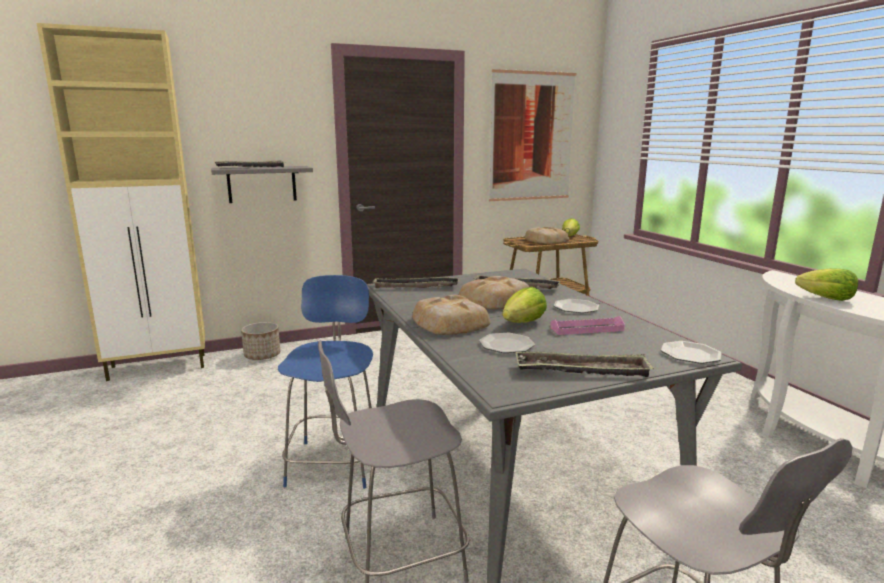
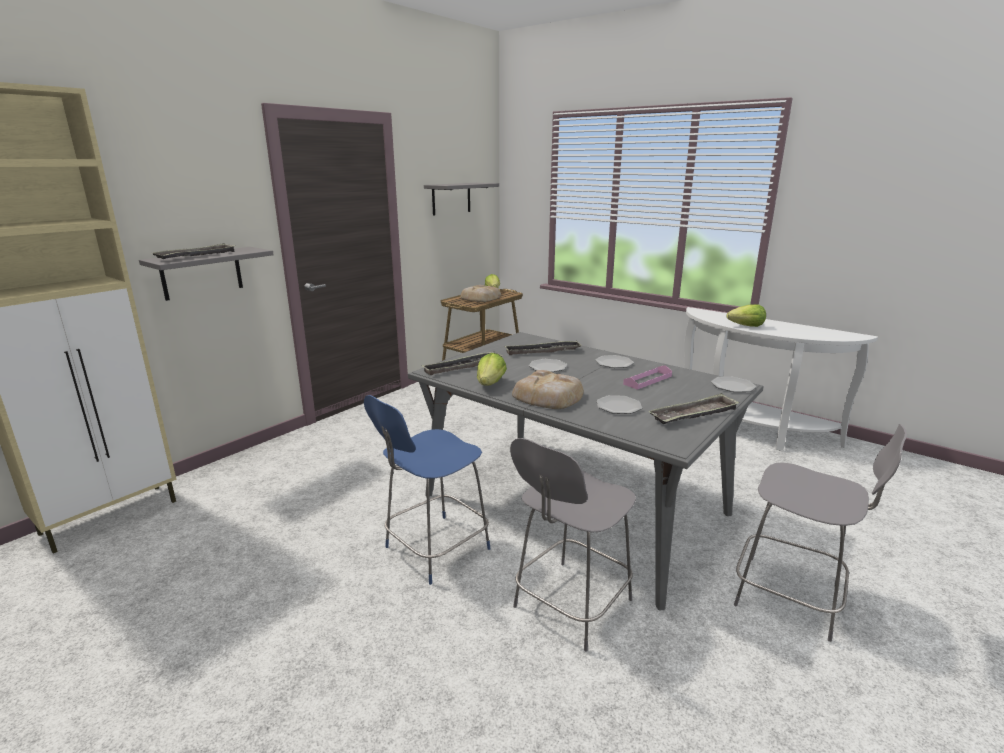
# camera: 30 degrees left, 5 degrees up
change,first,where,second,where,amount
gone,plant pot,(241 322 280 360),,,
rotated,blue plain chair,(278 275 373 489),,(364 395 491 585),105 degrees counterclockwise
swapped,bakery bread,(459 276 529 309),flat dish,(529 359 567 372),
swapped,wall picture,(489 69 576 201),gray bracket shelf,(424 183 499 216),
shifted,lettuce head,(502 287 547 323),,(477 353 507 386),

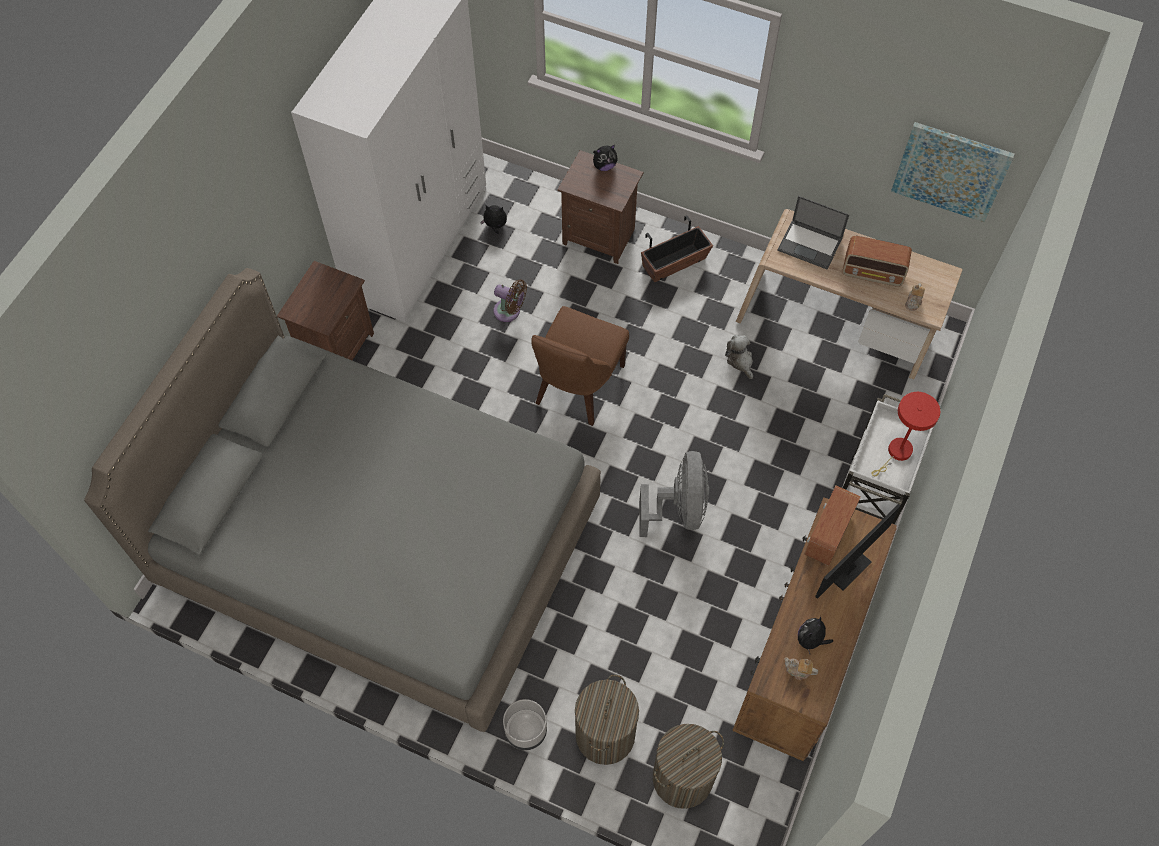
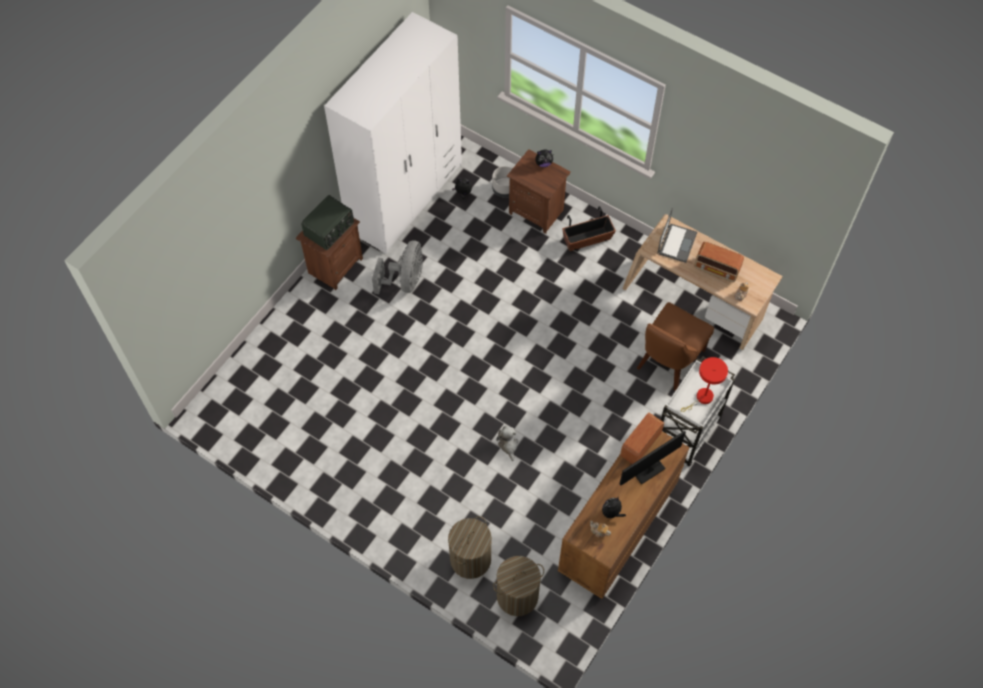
# camera: 10 degrees right, 0 degrees up
change,first,where,second,where,amount
gone,gray bedroom bed,(84 268 601 732),,,
gone,brown-coloured fan,(493 279 527 322),,,
shifted,gray plant pot,(503 699 547 750),,(492 166 513 198),
shifted,brown-coloured plain chair,(531 306 629 426),,(637 302 714 391),
shifted,gray fan,(639 451 709 537),,(372 241 423 294),
shifted,soft toy,(725 335 753 379),,(496 426 518 461),
rotated,portable computer,(777 196 849 270),,(657 208 697 263),105 degrees counterclockwise
gone,wall picture,(891 122 1015 222),,,
new,,,radio receiver,(301 195 354 250),

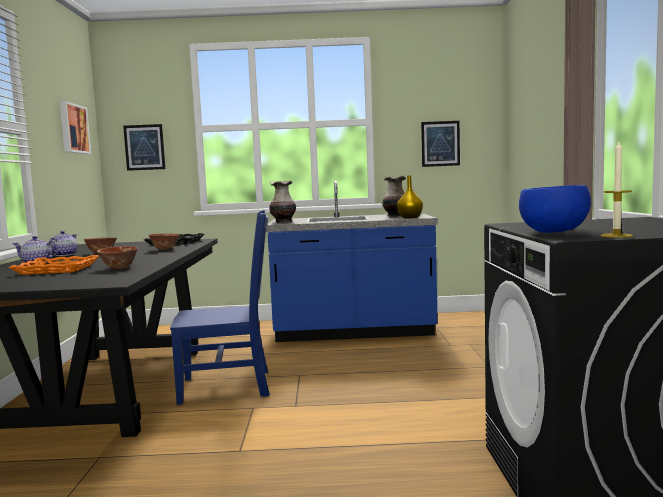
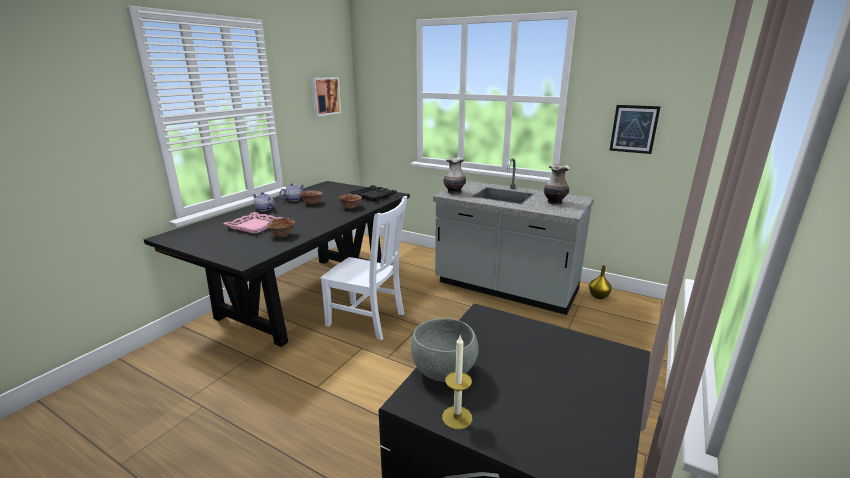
# camera: 30 degrees right, 15 degrees up
change,first,where,second,where,amount
repainted,orange-coloured serving tray,(9 255 99 275),pink serving tray,(223 212 282 234),
gone,wall picture,(123 124 165 171),,,
repainted,blue plain chair,(170 210 270 405),white-coloured plain chair,(320 196 407 340),
repainted,blue kitchen counter,(266 181 438 342),gray kitchen counter,(433 158 594 315),
shifted,yellowish vase,(397 175 423 218),,(589 265 612 299),
repainted,blue deep dish,(519 185 591 233),gray deep dish,(411 318 479 382),

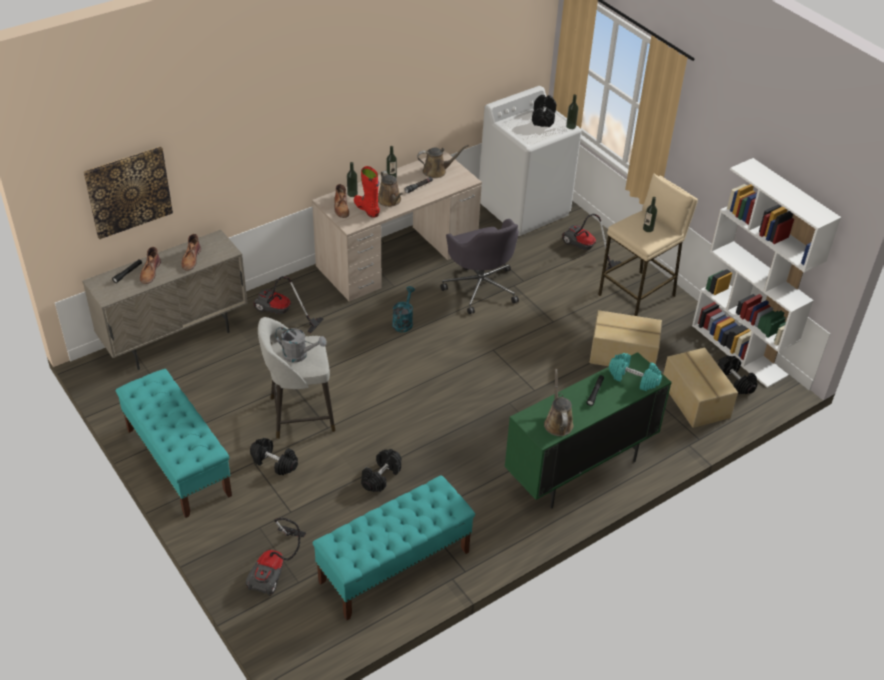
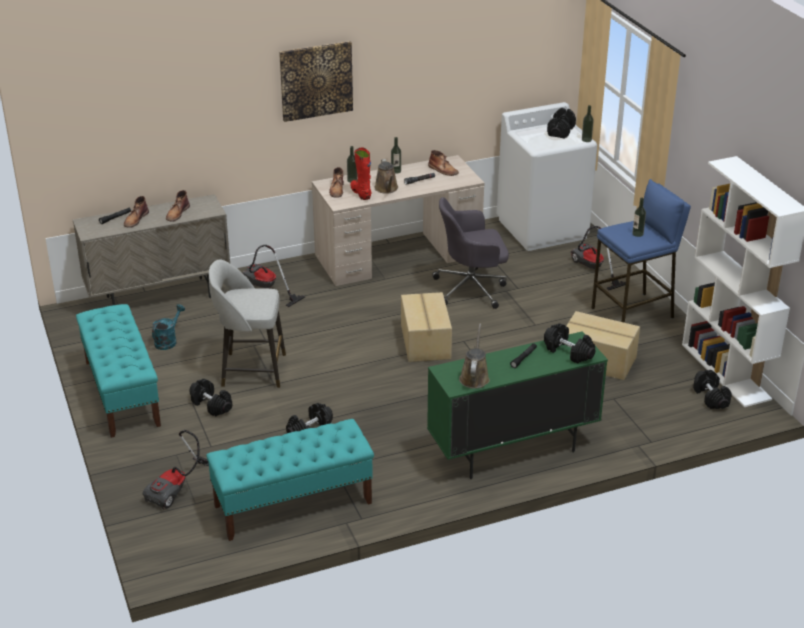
# camera: 15 degrees right, 10 degrees down
change,first,where,second,where,amount
shifted,wall picture,(83 146 173 239),,(279 41 353 122),
gone,gray watering can,(275 327 327 363),,,
shifted,blue-green watering can,(392 286 415 332),,(152 304 185 350),
swapped,brown-coloured watering can,(417 145 469 178),brown-coloured high-top boot,(428 150 459 176),
rotated,gray computer chair,(441 219 519 314),,(432 197 509 309),90 degrees clockwise
repainted,beige sitting stool,(598 174 698 316),blue sitting stool,(592 179 691 323),
repainted,blue-green hand weight,(609 353 662 391),blackish hand weight,(544 323 595 363),
shifted,carton,(663 348 738 428),,(401 292 452 362),

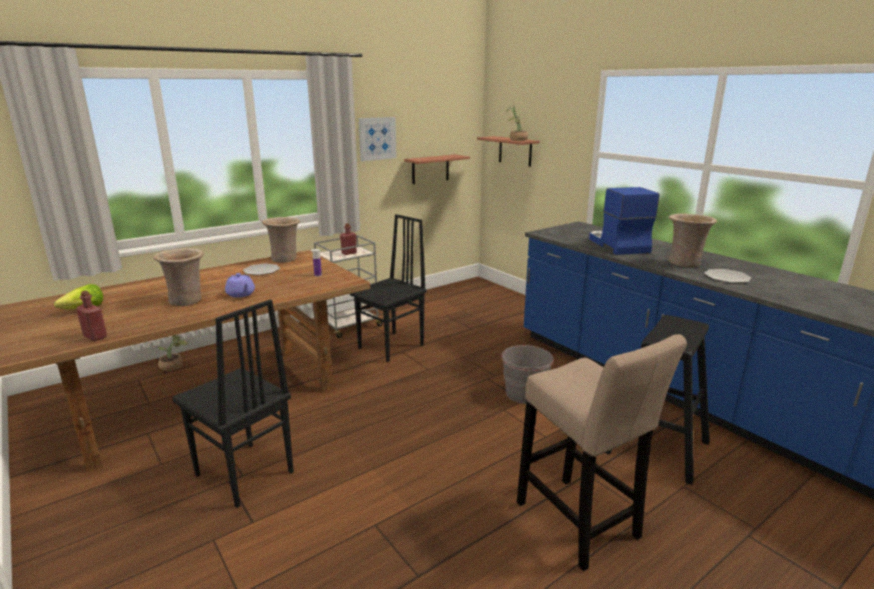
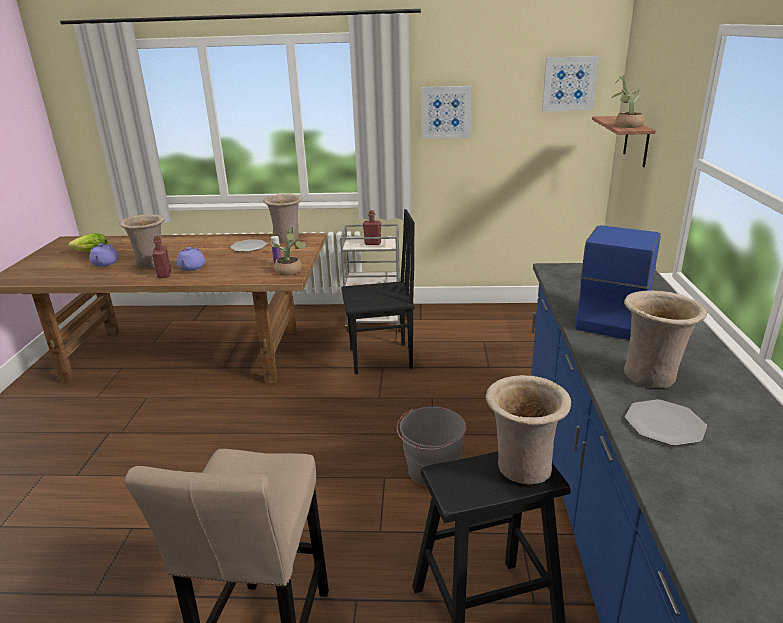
# camera: 40 degrees right, 5 degrees up
change,first,where,second,where,amount
shifted,reddish bottle,(76 291 107 341),,(152 236 171 278),
shifted,plant in a pot,(158 335 189 371),,(272 226 307 276),
gone,blackish plain chair,(172 299 294 508),,,
gone,bracket shelf,(404 154 470 184),,,
new,,,purple teapot,(89 243 119 267),
new,,,beige vase,(486 375 571 484),
new,,,wall picture,(542 56 599 111),

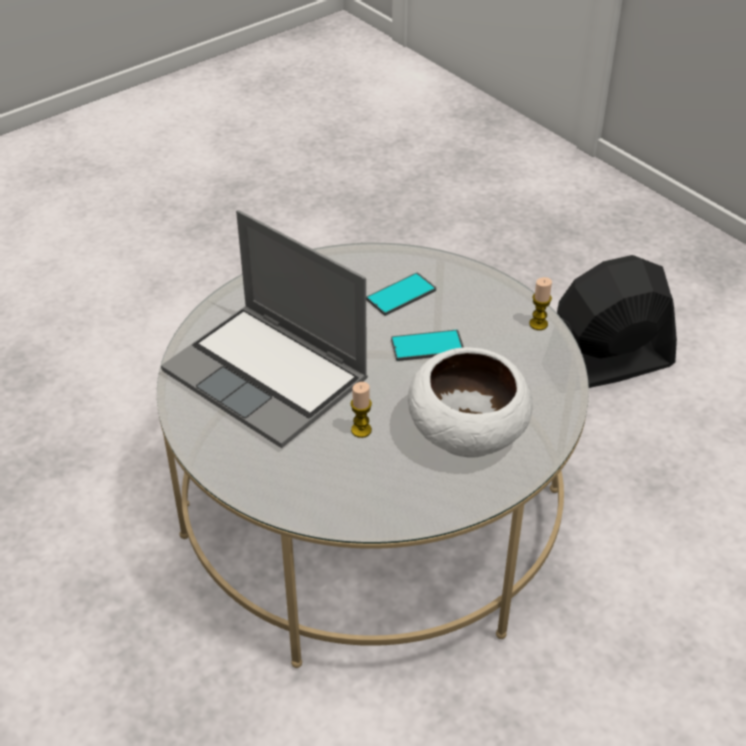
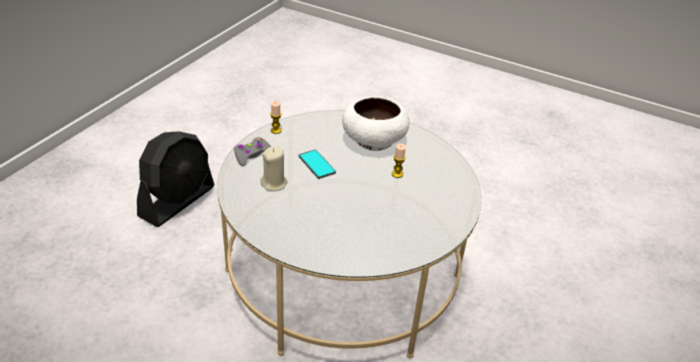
# camera: 115 degrees left, 5 degrees down
change,first,where,second,where,amount
gone,portable computer,(161 210 368 448),,,
swapped,telephone,(366 273 436 316),beige wax light,(261 146 288 191),
rotated,blackish fan,(557 255 677 388),,(137 131 215 227),105 degrees counterclockwise
new,,,gray joypad,(234 137 271 166),

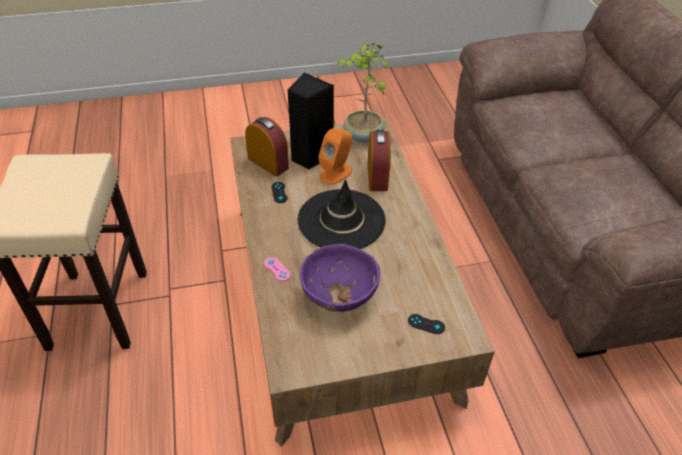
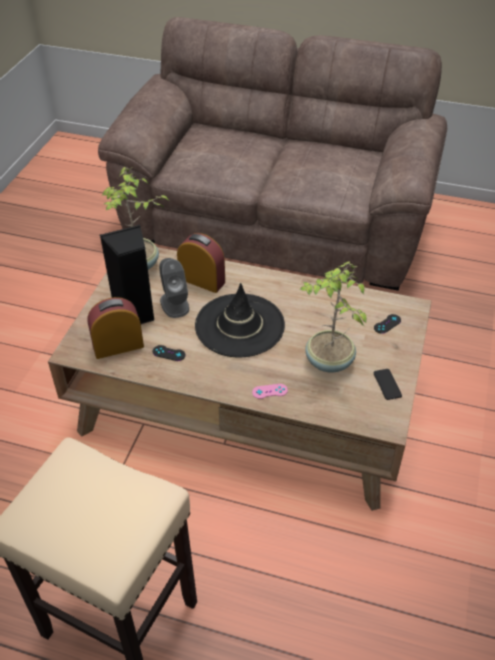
# camera: 60 degrees left, 0 degrees up
change,first,where,second,where,amount
swapped,purple deep dish,(300 244 380 312),plant in a pot,(299 261 367 373),
repainted,orange-coloured audio speaker,(318 128 352 185),gray audio speaker,(159 258 189 318),
new,,,telephone,(374 369 402 400),

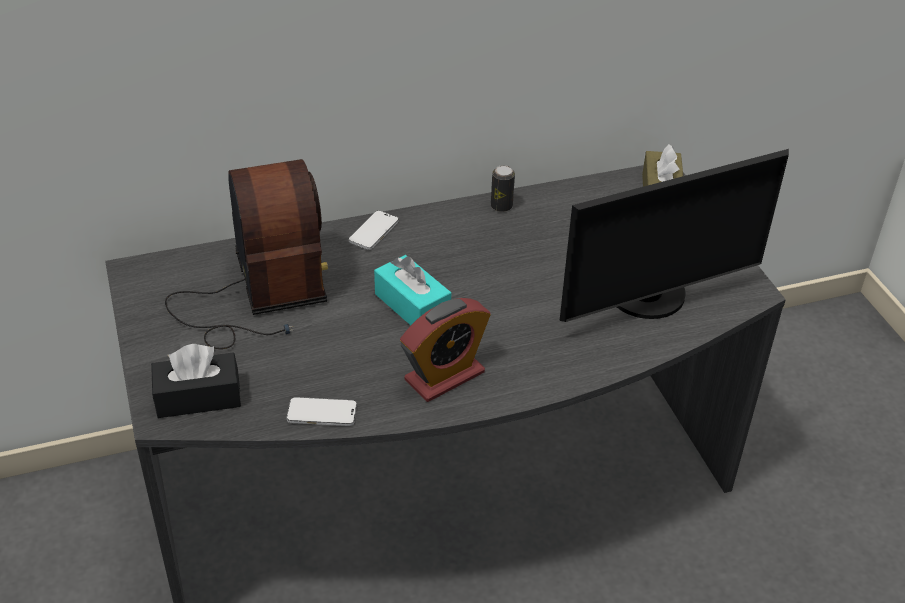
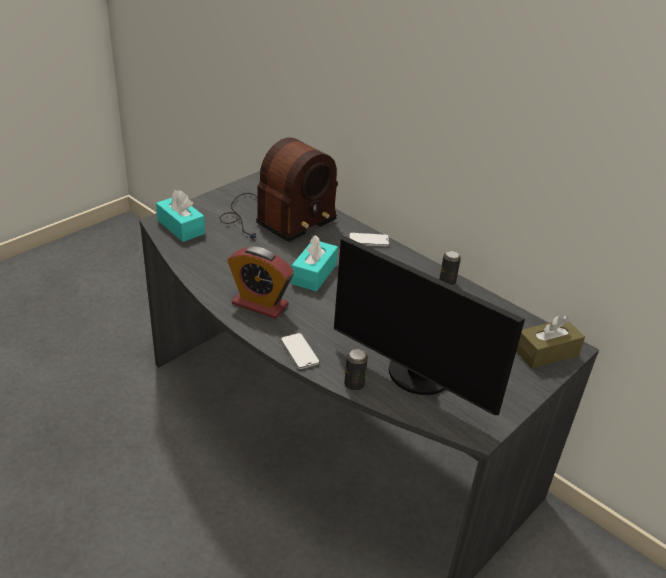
# camera: 60 degrees right, 5 degrees down
change,first,where,second,where,amount
repainted,blackish tissue box,(151 344 241 418),blue-green tissue box,(156 190 205 242),
shifted,telephone,(287 397 357 426),,(281 333 319 369),
new,,,sealed can,(344 349 368 391),

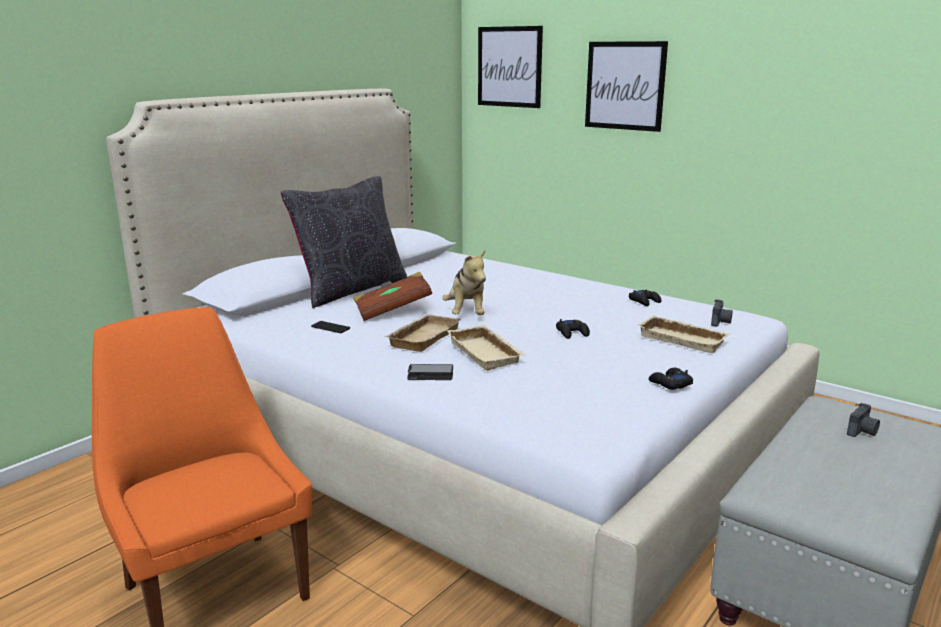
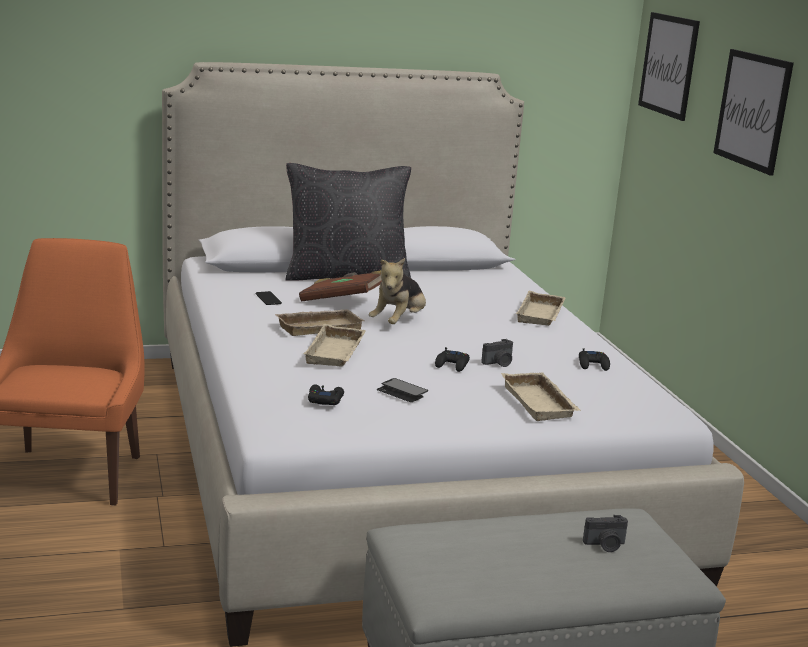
# camera: 35 degrees right, 0 degrees up
change,first,where,second,where,amount
shifted,telephone,(407 364 453 380),,(377 378 428 402),
shifted,blackish joypad,(649 368 693 390),,(308 385 344 405),
shifted,photo camera,(711 300 733 326),,(481 339 513 367),
new,,,beige serving tray,(516 291 566 326),

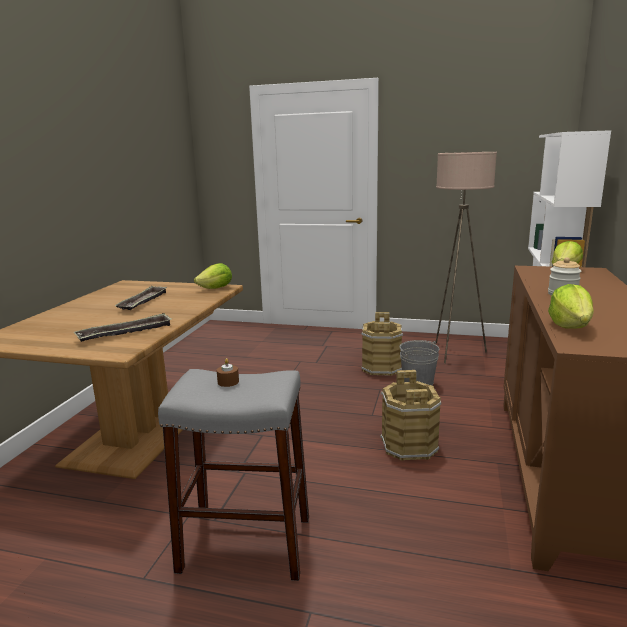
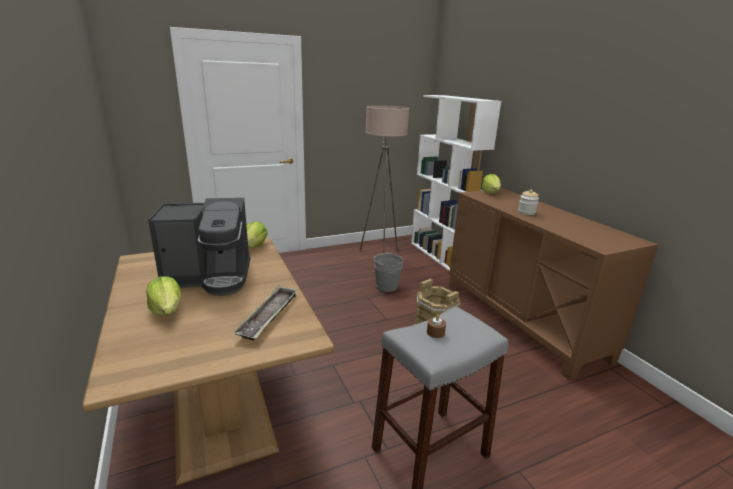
# camera: 40 degrees left, 5 degrees up
change,first,where,second,where,amount
swapped,serving tray,(115 286 167 310),coffee maker,(148 198 250 296),
gone,brown-coloured water bucket,(361 312 403 376),,,
shifted,lettuce head,(548 284 594 329),,(146 276 182 317),

